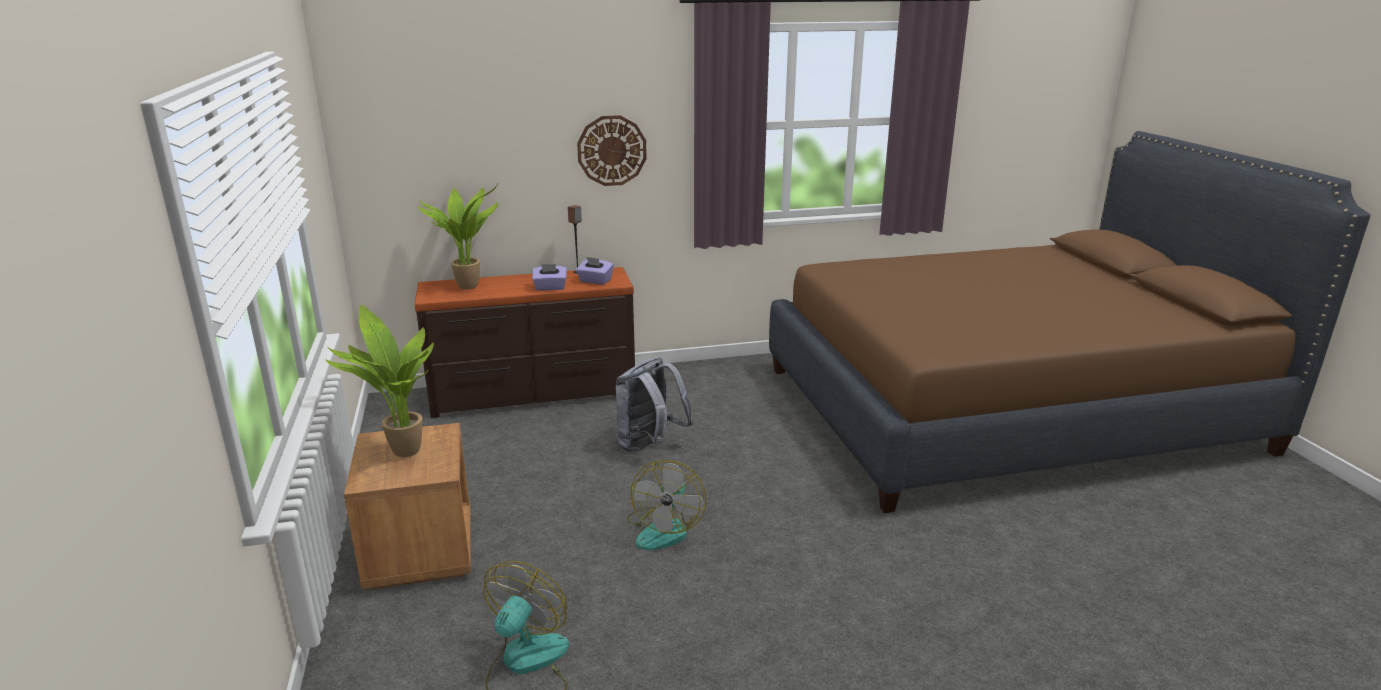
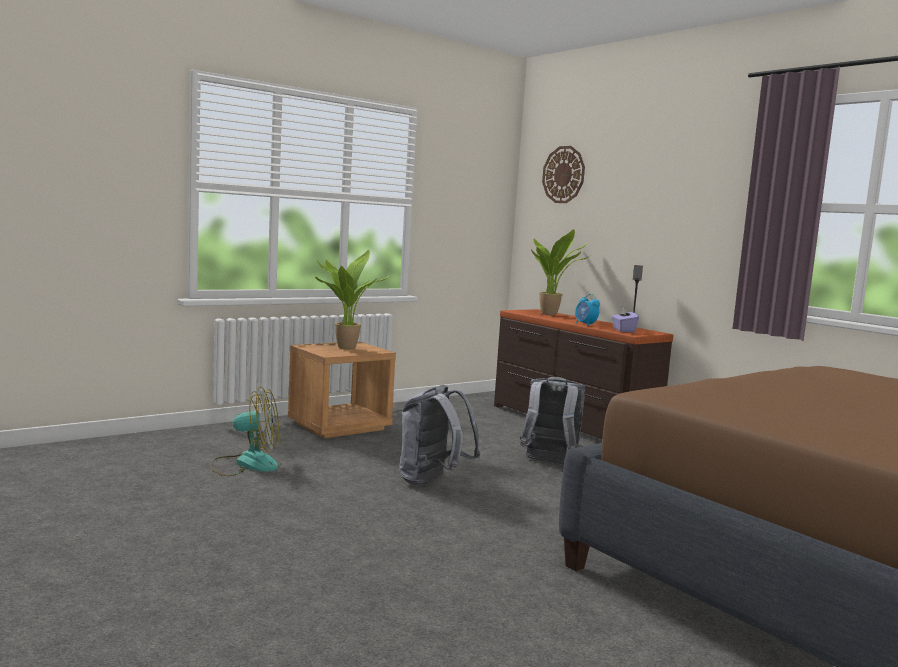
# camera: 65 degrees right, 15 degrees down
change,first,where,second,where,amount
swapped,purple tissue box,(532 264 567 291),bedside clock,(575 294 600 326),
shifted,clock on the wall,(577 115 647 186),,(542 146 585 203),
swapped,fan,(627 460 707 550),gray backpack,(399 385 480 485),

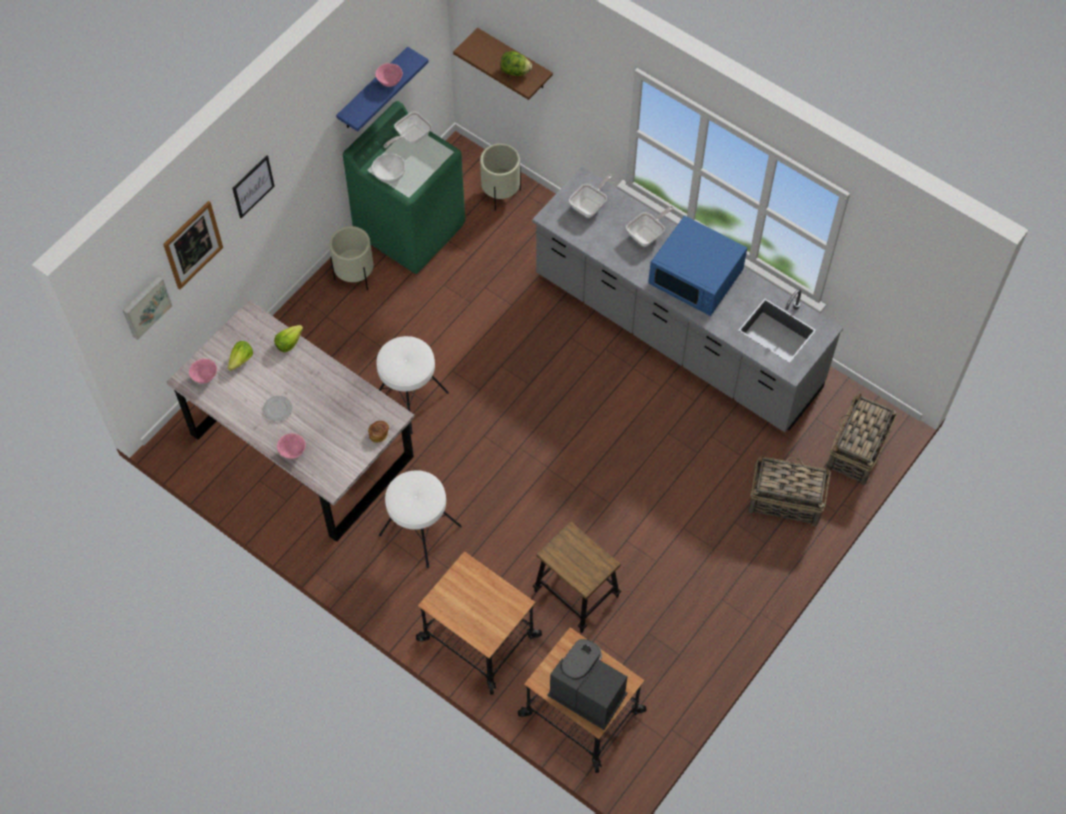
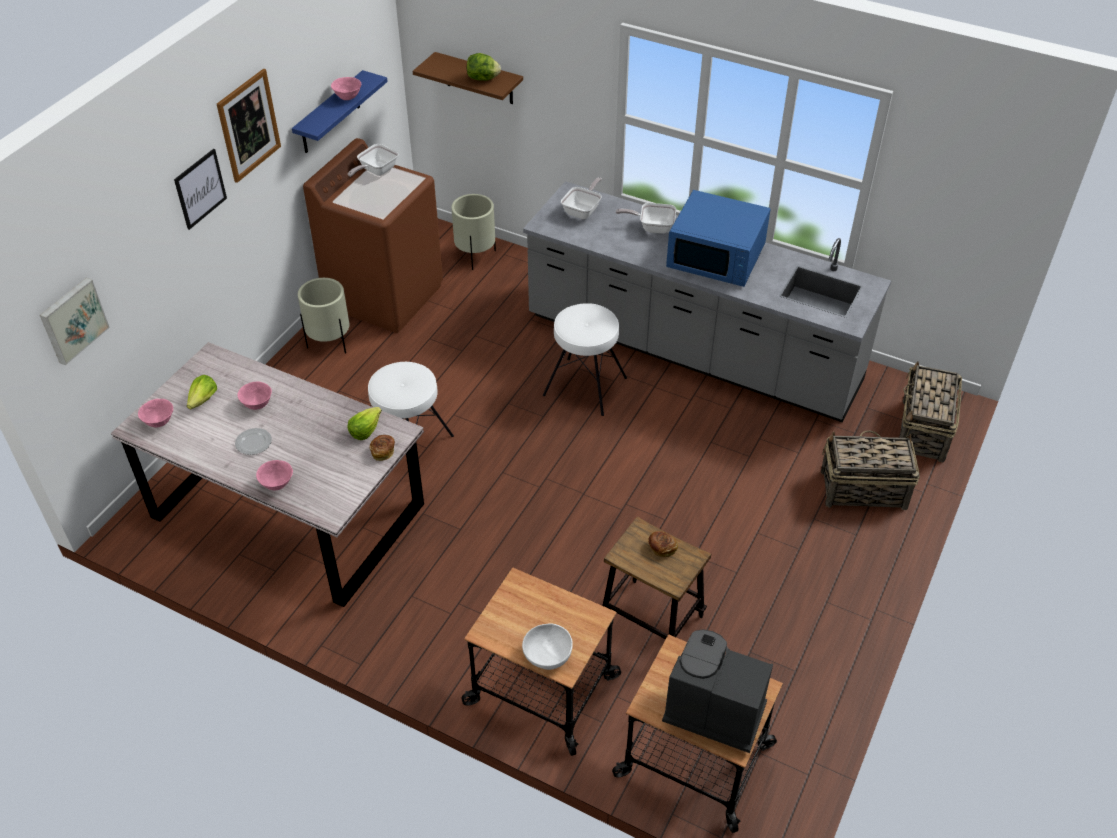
# camera: 10 degrees left, 15 degrees down
change,first,where,second,where,amount
shifted,wall picture,(163 201 223 290),,(217 69 281 183),
shifted,lettuce head,(274 325 303 352),,(347 407 382 440),
repainted,greenish washing machine,(343 101 465 274),brown-coloured washing machine,(303 138 443 333),
shifted,white-coloured deep dish,(372 154 405 183),,(522 623 573 670),
shifted,white-coloured sitting stool,(379 470 462 568),,(543 303 627 416),
rotated,frying pan,(626 206 674 247),,(616 203 676 234),120 degrees counterclockwise
new,,,pink deep dish,(238 381 272 410),
new,,,bakery bread,(648 531 678 557),

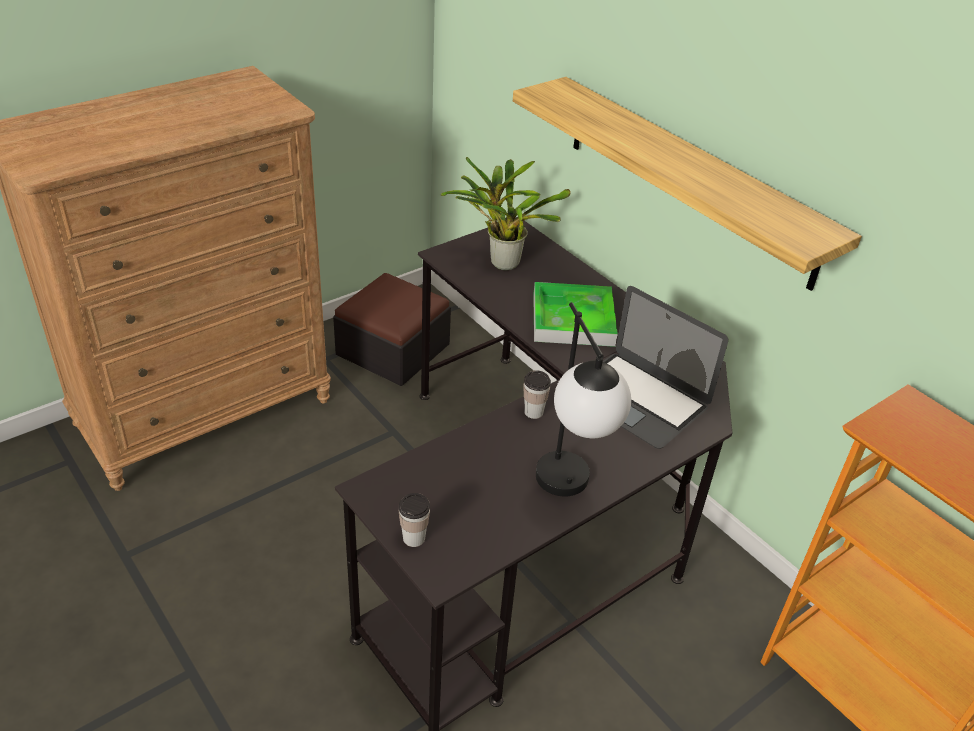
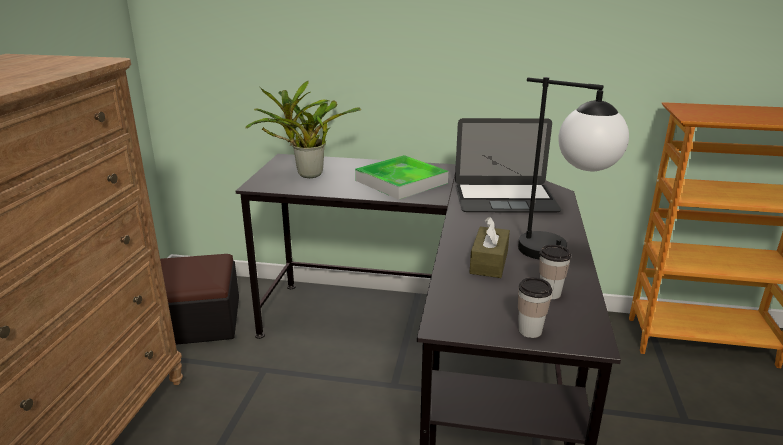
# camera: 40 degrees left, 15 degrees down
change,first,where,second,where,amount
gone,bracket shelf,(513 77 862 291),,,
shifted,drinking cup,(524 370 551 419),,(539 245 571 299),
new,,,brown-coloured tissue box,(470 217 510 278),

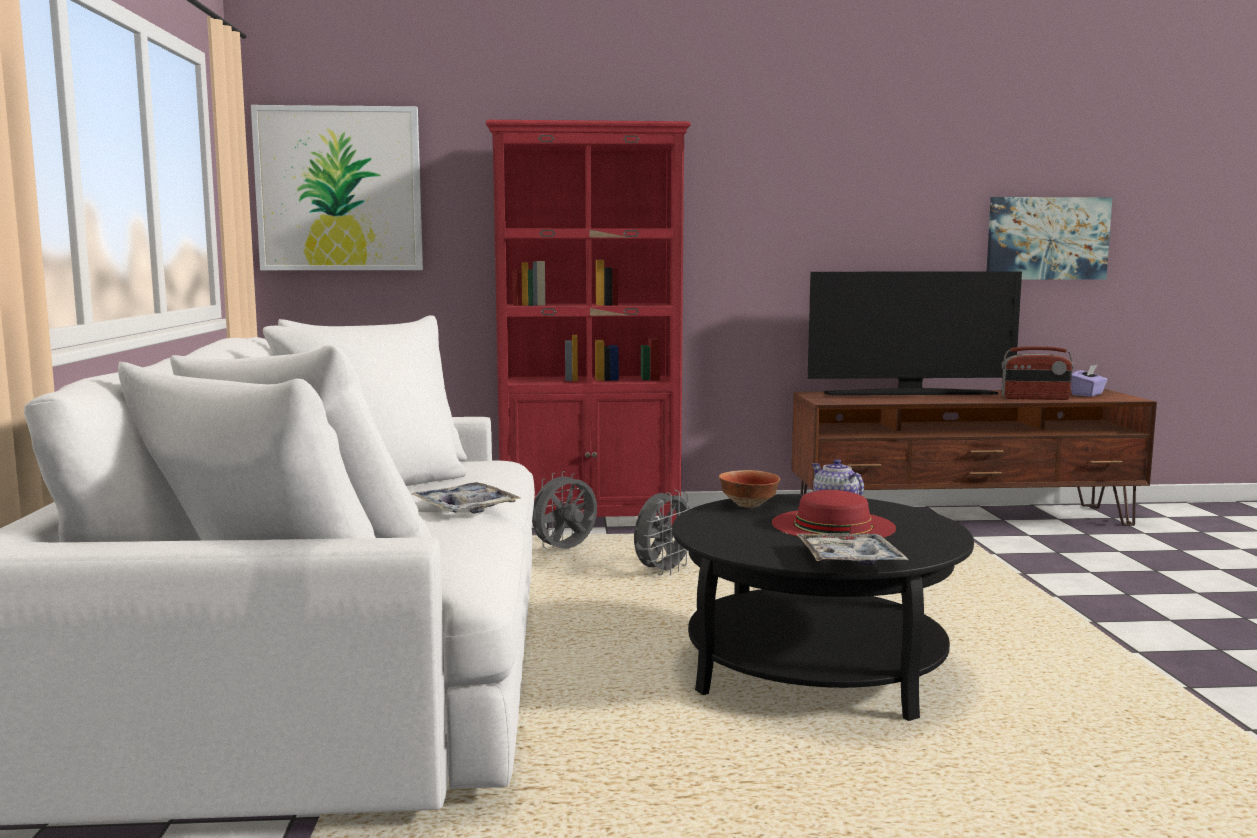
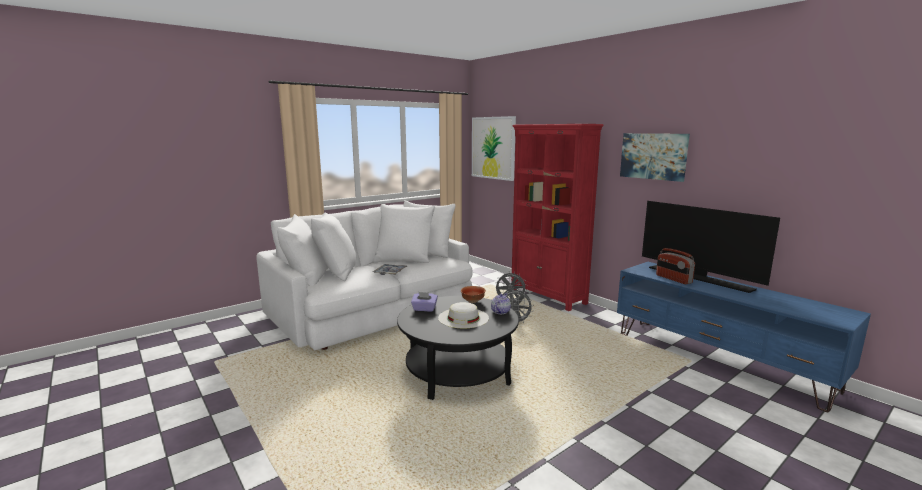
# camera: 55 degrees right, 5 degrees up
change,first,where,second,where,amount
repainted,reddish hat,(772 490 896 540),white-coloured hat,(438 302 489 328),
repainted,brown-coloured tv stand,(792 389 1157 526),blue tv stand,(617 262 871 413),
gone,serving tray,(797 533 908 565),,,
shifted,wall picture,(987 197 1112 280),,(620 133 690 182),
shifted,radio receiver,(1001 346 1074 400),,(656 248 695 284),
shifted,purple tissue box,(1071 364 1108 397),,(411 292 438 312),

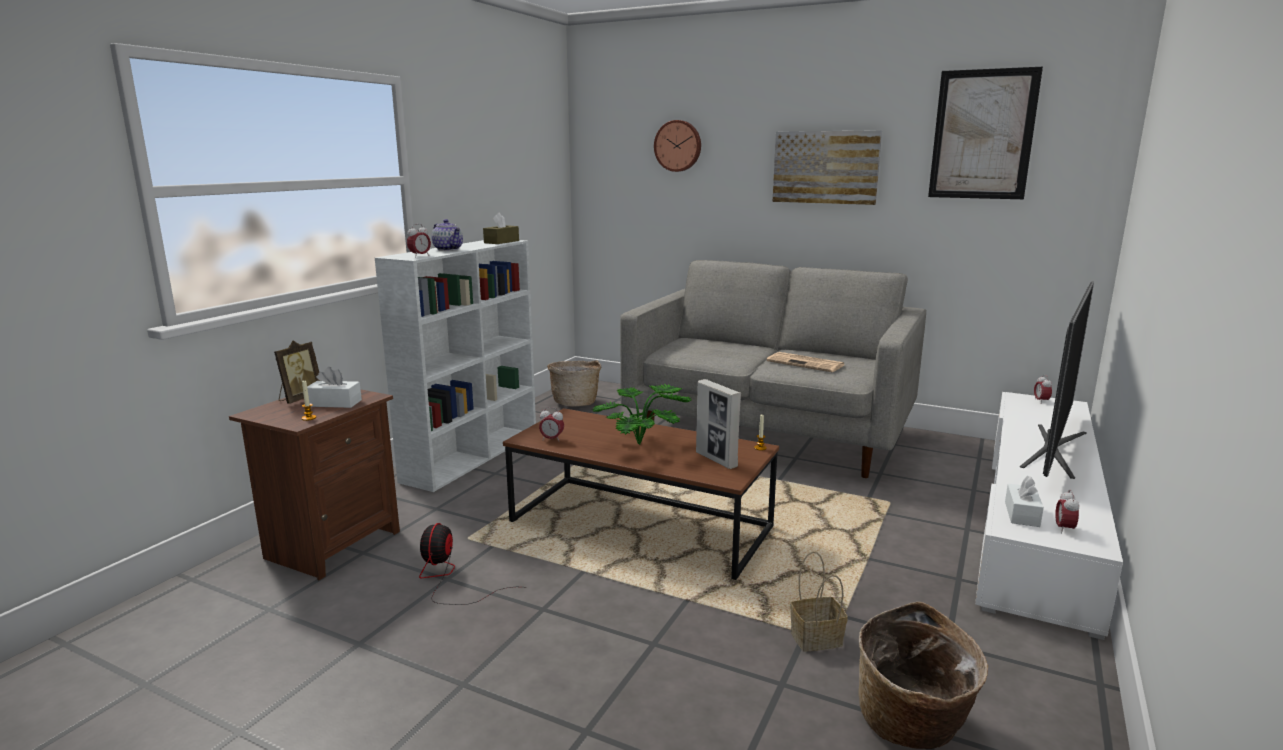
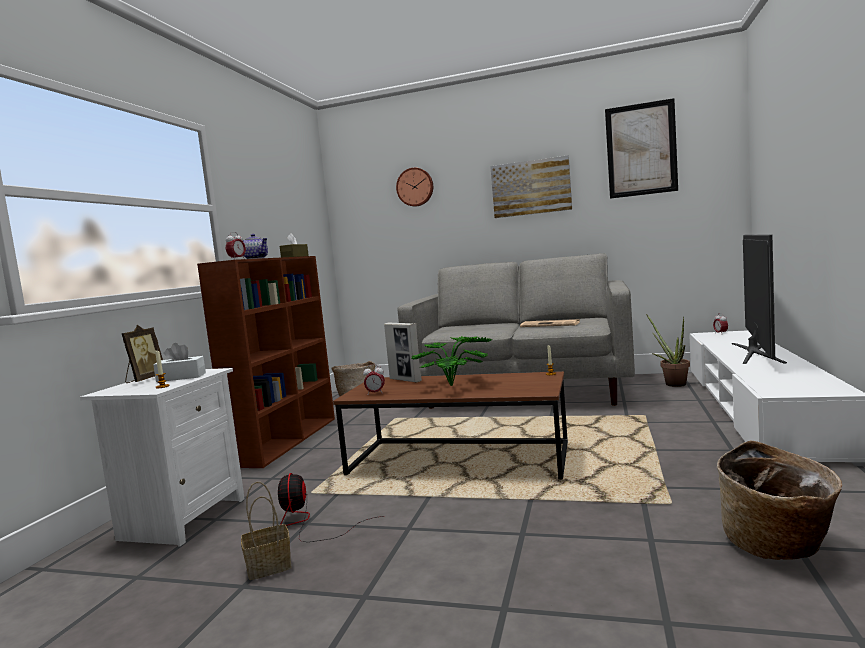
# camera: 10 degrees left, 10 degrees down
change,first,where,second,where,amount
repainted,brown-coloured night table,(229 390 400 580),white-coloured night table,(80 368 245 547),
repainted,white-coloured bookshelf,(375 240 536 492),brown-coloured bookshelf,(197 256 335 468),
shifted,photo frame,(696 379 741 469),,(384 322 422 382),
shifted,basket,(790 552 848 652),,(241 482 292 580),
gone,white-coloured tissue box,(1005 476 1044 527),,,
gone,bedside clock,(1055 490 1079 534),,,
new,,,plant in a pot,(646 314 690 387),

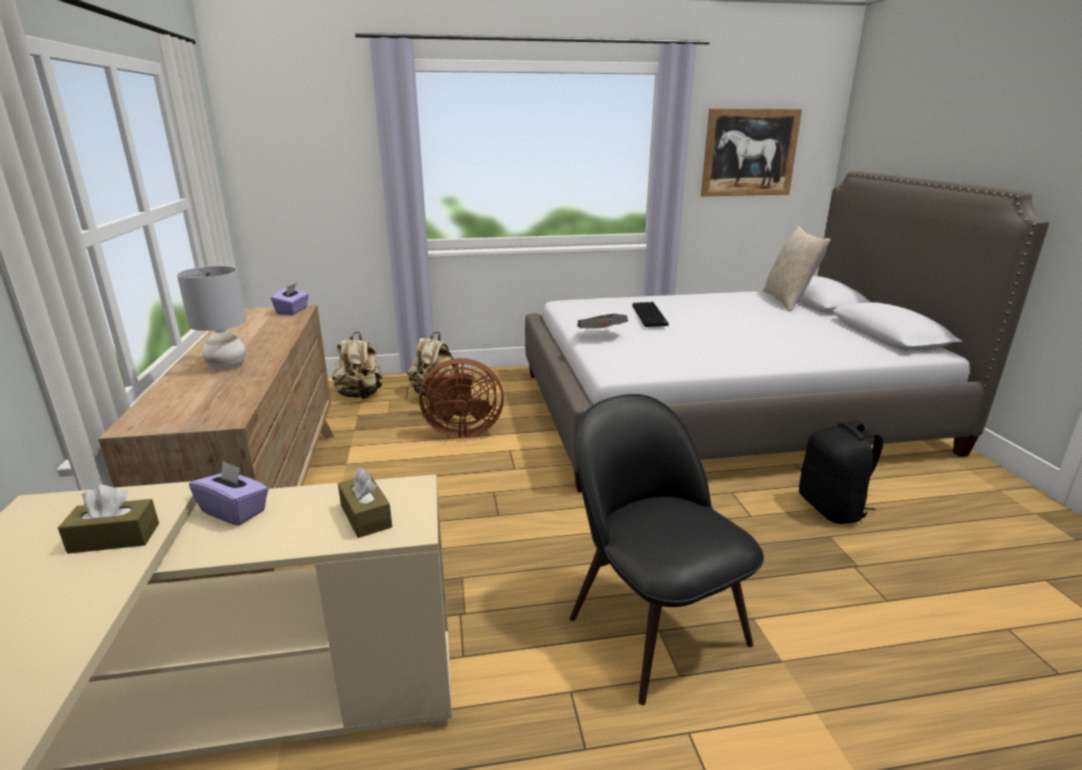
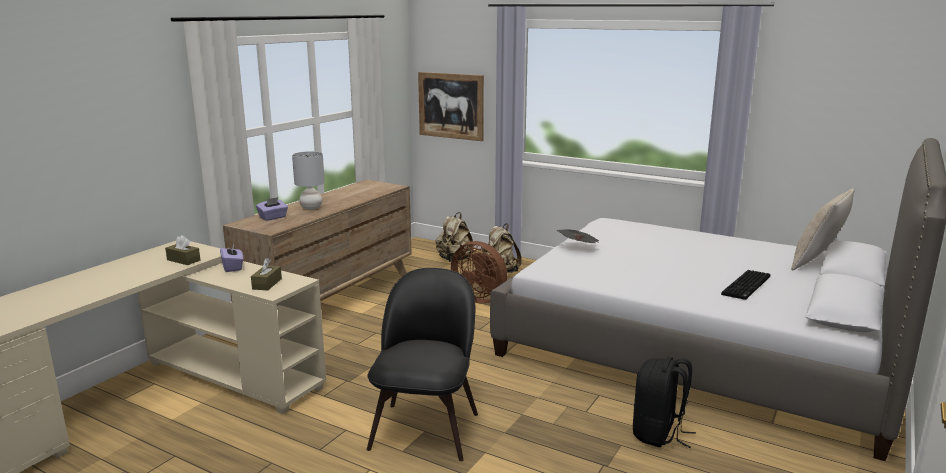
# camera: 40 degrees right, 5 degrees down
change,first,where,second,where,amount
shifted,purple tissue box,(271 283 309 315),,(256 197 288 221),
shifted,PC keyboard,(632 302 669 327),,(721 270 771 300),
shifted,wall picture,(701 109 802 196),,(418 72 484 141),

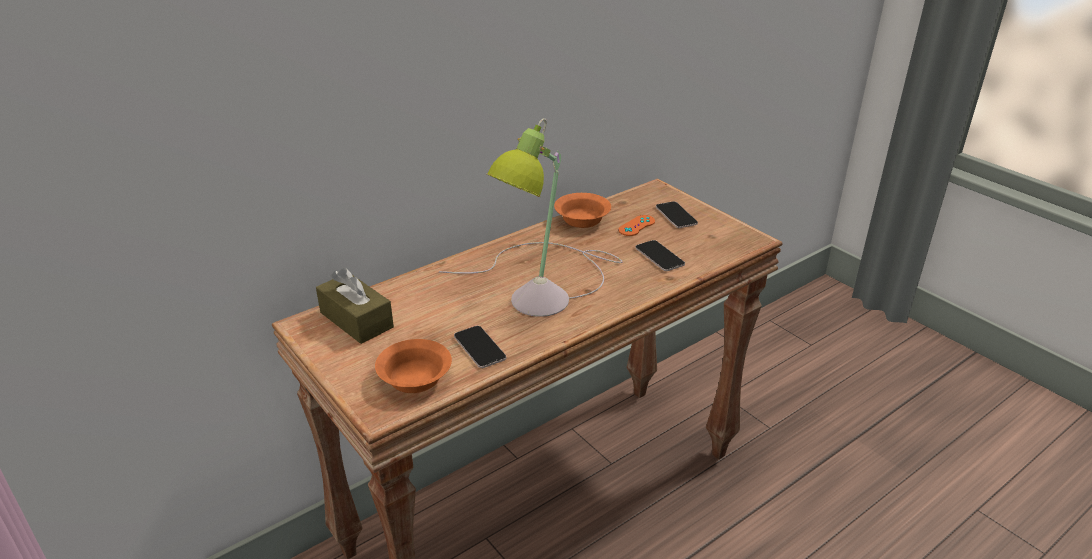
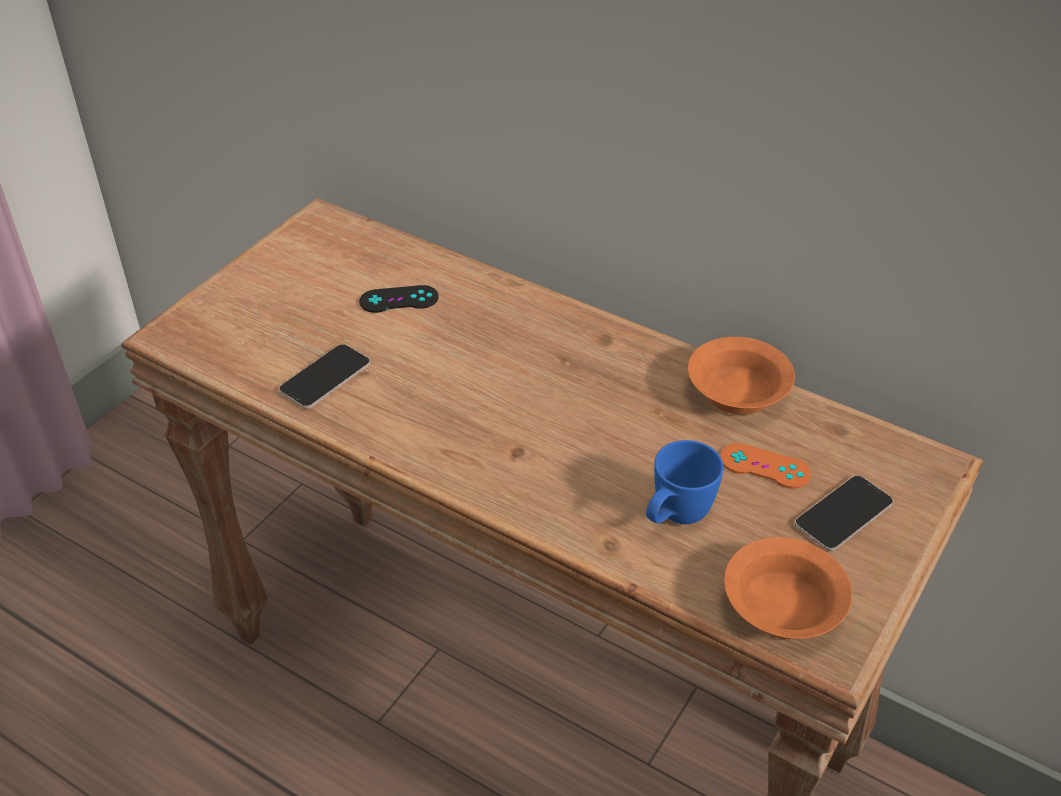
# camera: 70 degrees right, 10 degrees up
change,first,where,second,where,amount
gone,brown-coloured tissue box,(316 268 394 344),,,
shifted,orange-coloured deep dish,(375 339 452 393),,(724 537 852 639),
gone,table lamp,(439 118 623 317),,,
swapped,telephone,(635 240 685 271),blue tea mug,(646 440 724 524),
new,,,blackish joypad,(359 285 438 313),

